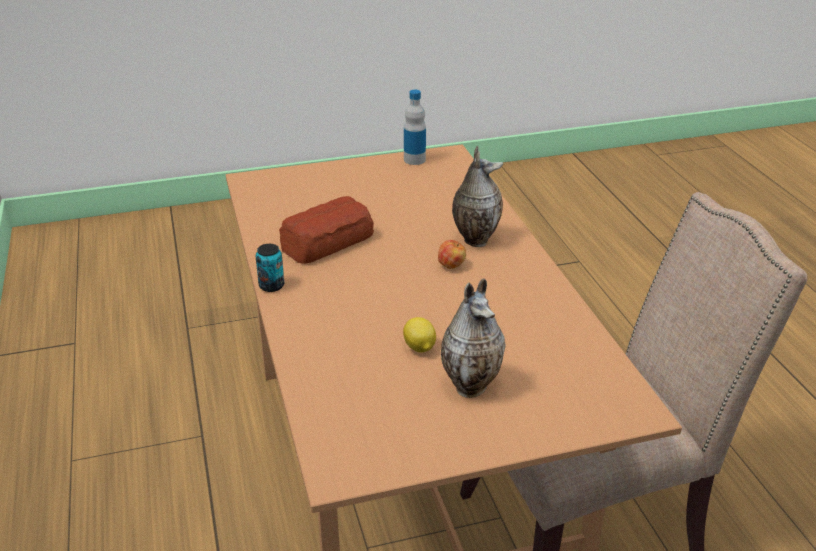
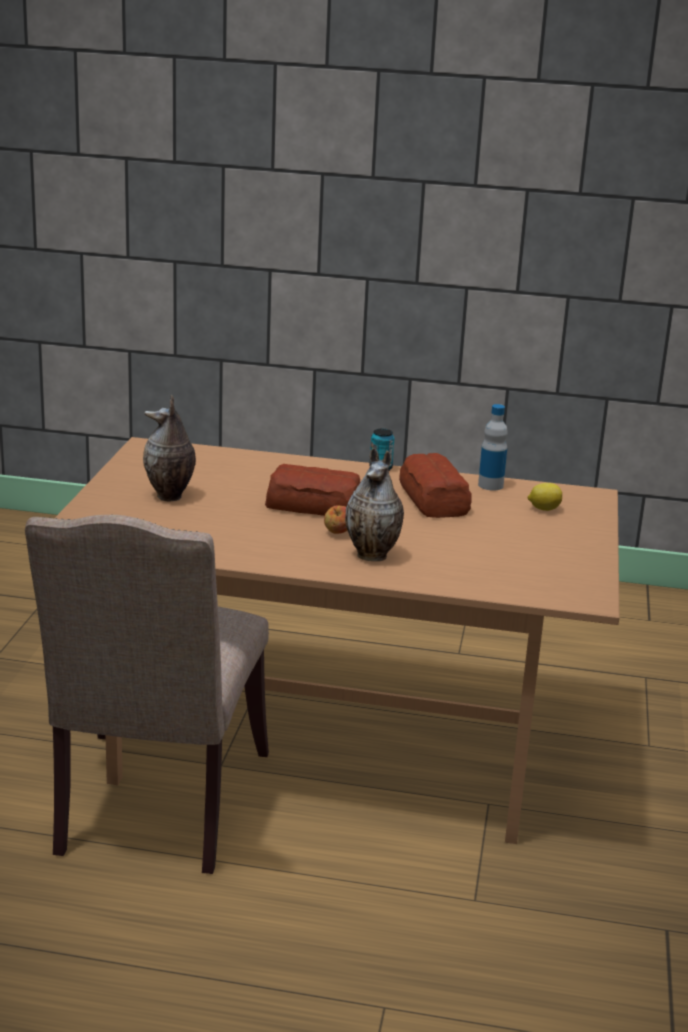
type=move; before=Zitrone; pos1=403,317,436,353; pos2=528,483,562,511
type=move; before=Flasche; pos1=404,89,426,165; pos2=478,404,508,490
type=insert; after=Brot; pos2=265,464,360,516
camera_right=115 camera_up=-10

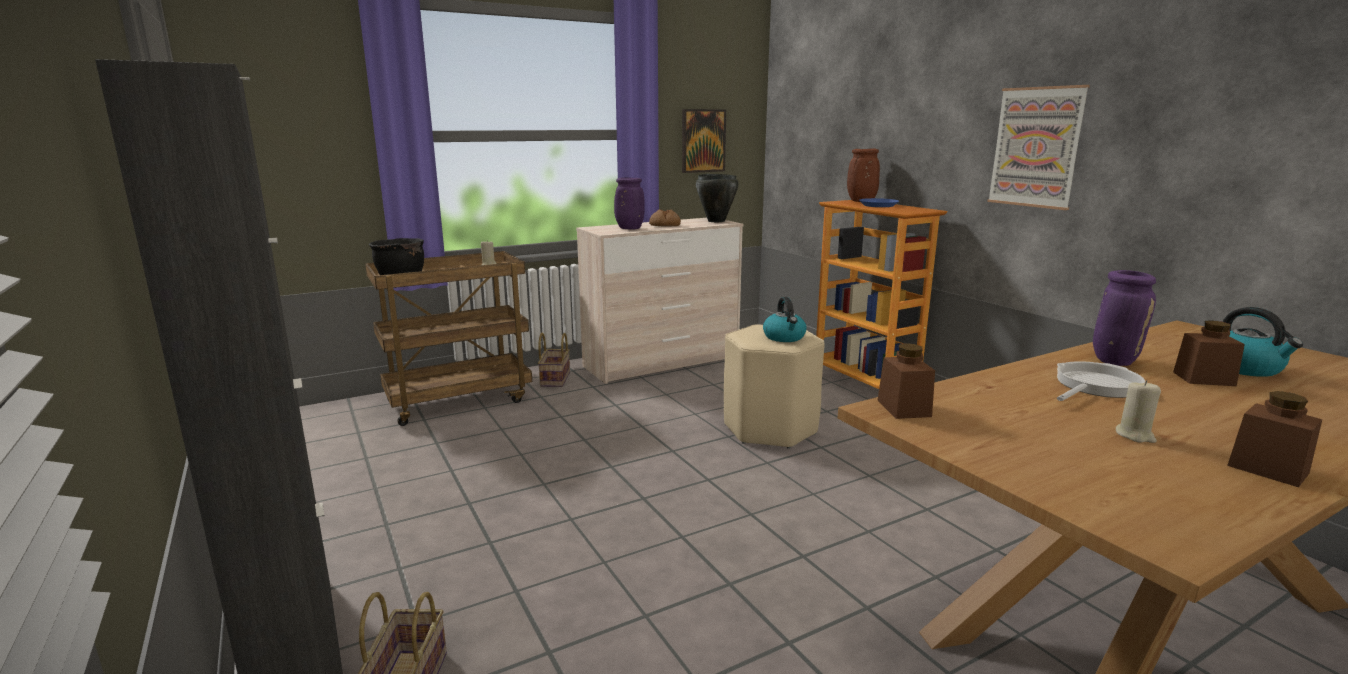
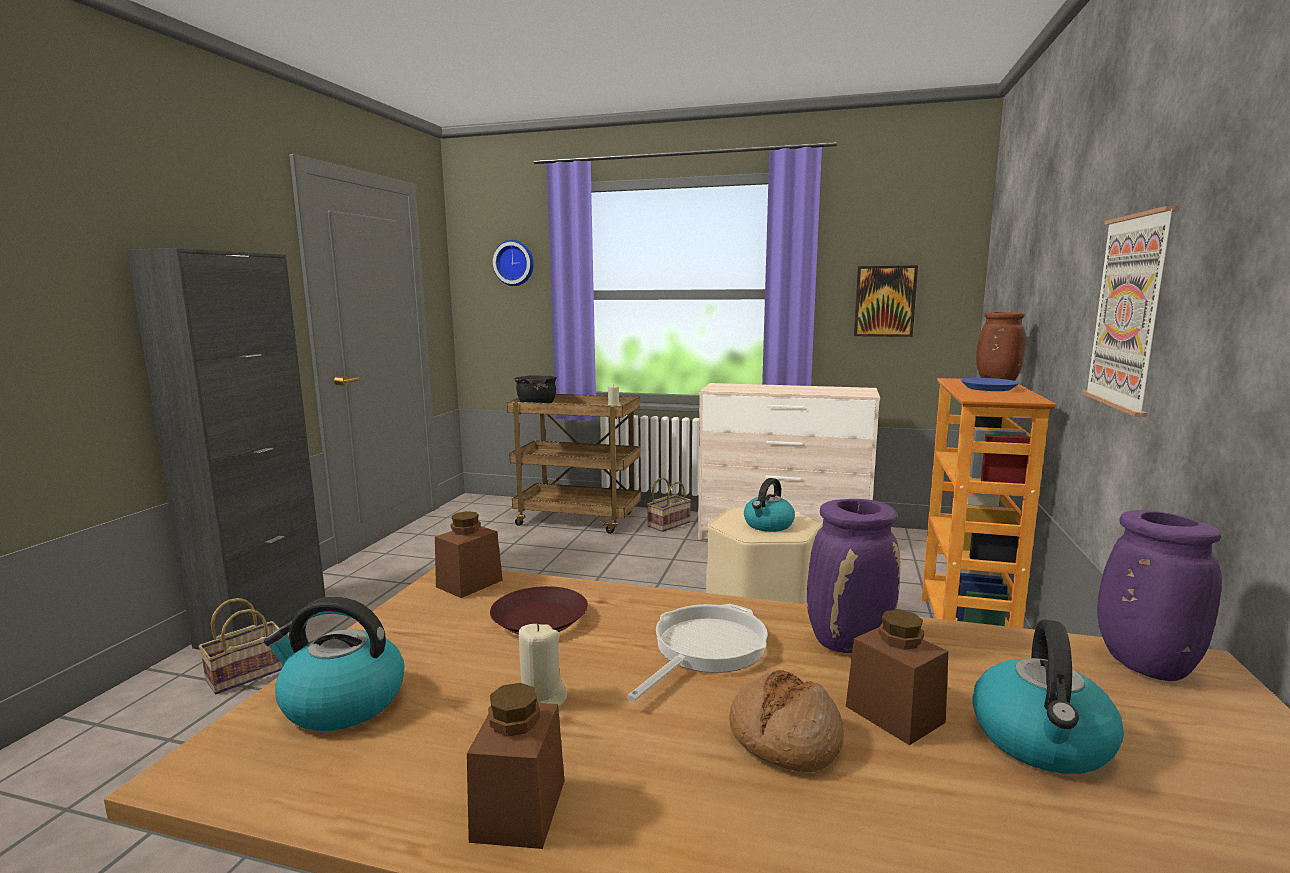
type=move; before=Vase (lila); pos1=614,178,645,230; pos2=1097,510,1222,681
type=move; before=Brot; pos1=649,209,681,226; pos2=730,670,844,772
type=delete; before=Kochtopf (schwarz); pos1=696,174,739,222
type=rotate; before=Pfanne; pos1=1057,361,1145,401; pos2=627,604,768,702; turn=-60
type=insert; after=Wasserkessel; pos2=264,597,404,731
type=insert; after=Teller (braun); pos2=490,586,588,634
type=insert; after=Wanduhr; pos2=493,240,534,286
camera_right=45 camera_up=-5

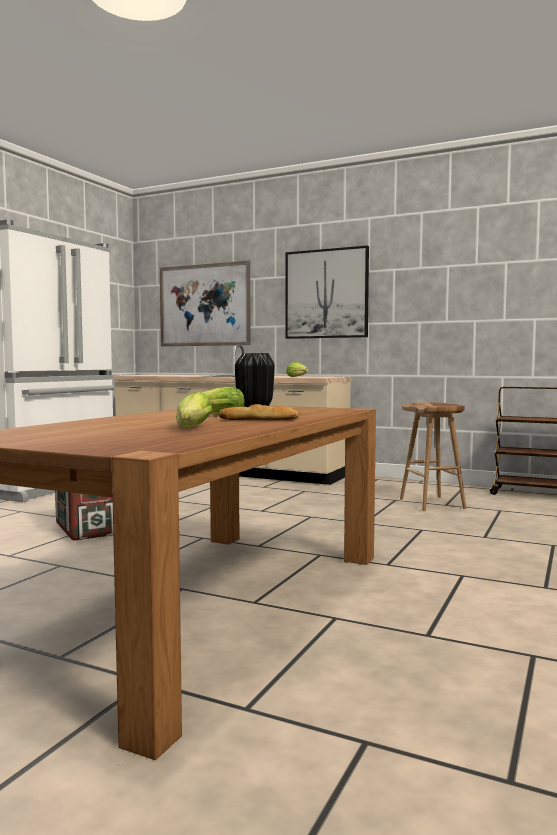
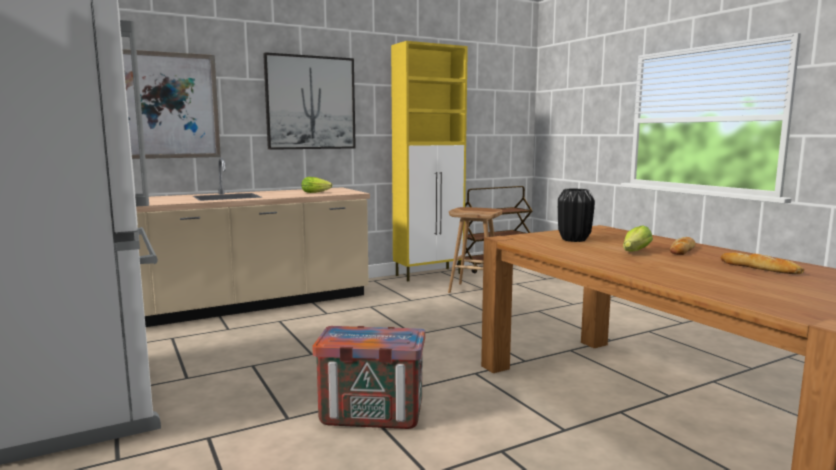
type=replace; before=Salatkopf; after=Brot; pos1=176,392,212,428; pos2=720,253,804,274
type=insert; after=Schrank (gelb); pos2=391,41,468,281
camera_right=-55 camera_up=5

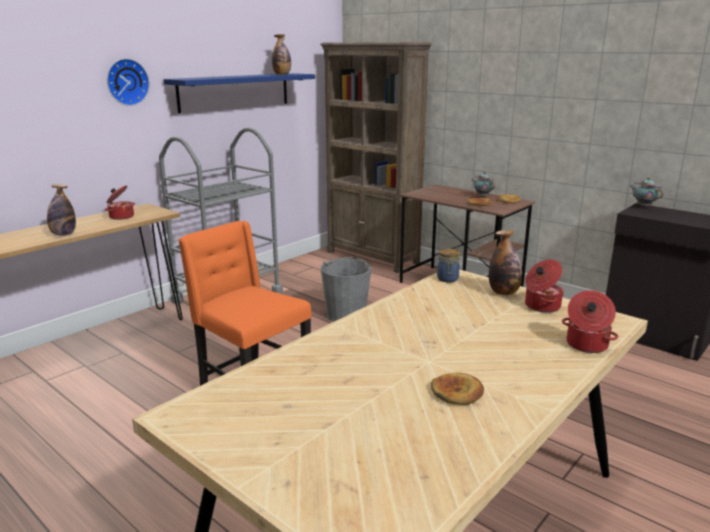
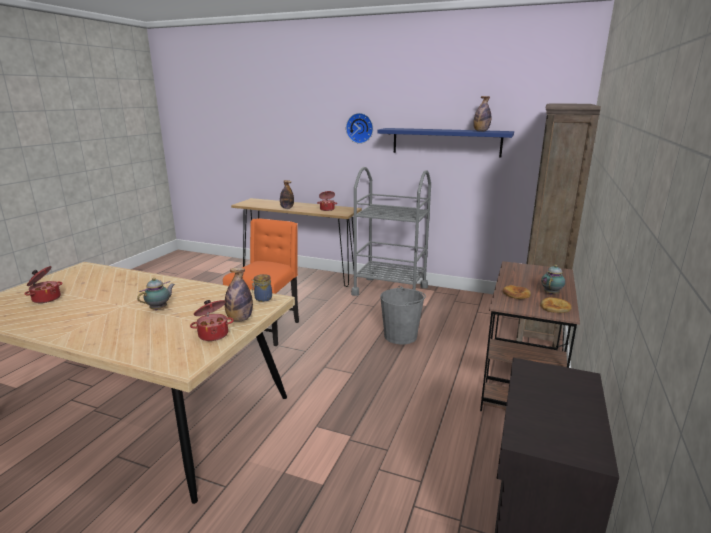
type=delete; before=Brot; pos1=431,373,484,405
type=move; before=Kochtopf; pos1=562,290,618,353; pos2=24,266,63,303
type=move; before=Teekanne; pos1=630,177,663,208; pos2=137,278,175,310
camera_right=70 camera_up=0

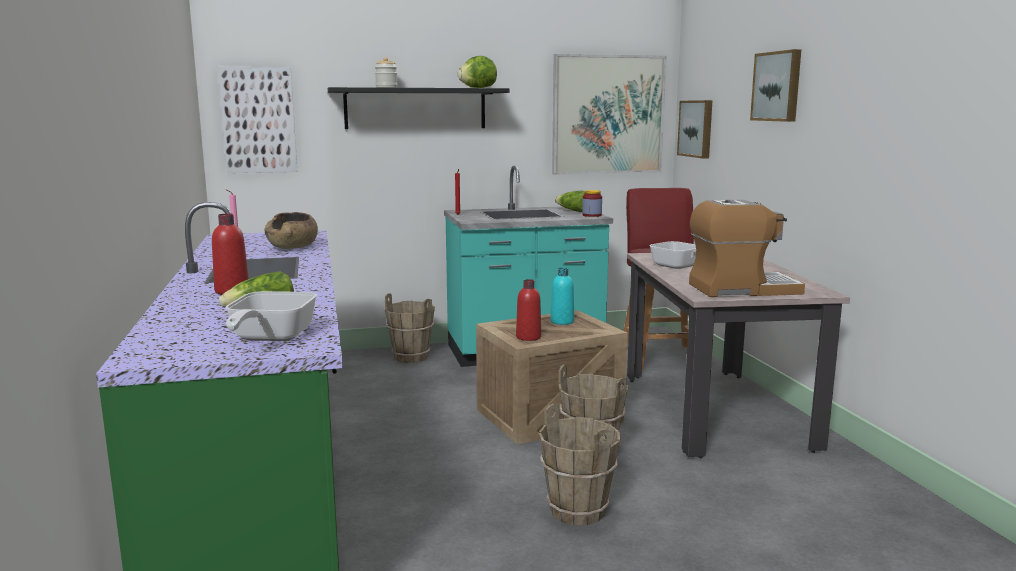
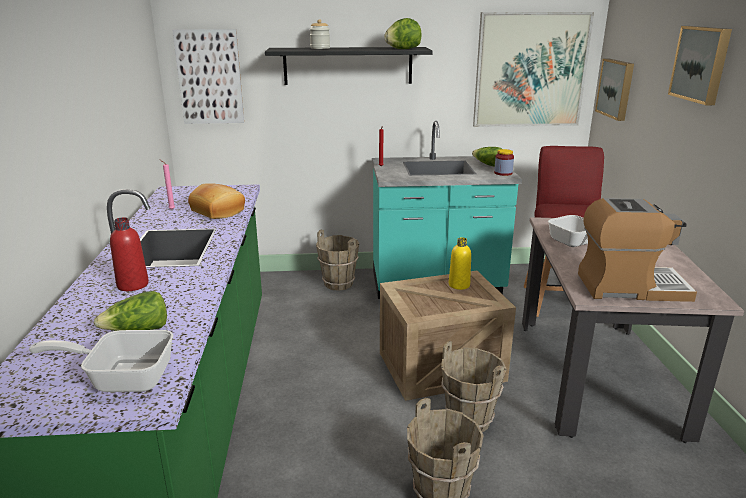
type=rotate; before=Pfanne; pos1=225,291,317,341; pos2=29,330,173,392; turn=75
type=replace; before=Schüssel (braun); after=Brot; pos1=265,212,318,249; pos2=188,183,245,219
type=delete; before=Flasche (rot); pos1=516,279,541,341
type=recolor; before=Flasche (türkis); after=Flasche (gelb); pos1=551,267,574,325; pos2=449,237,471,290
camera_right=10 camera_up=10

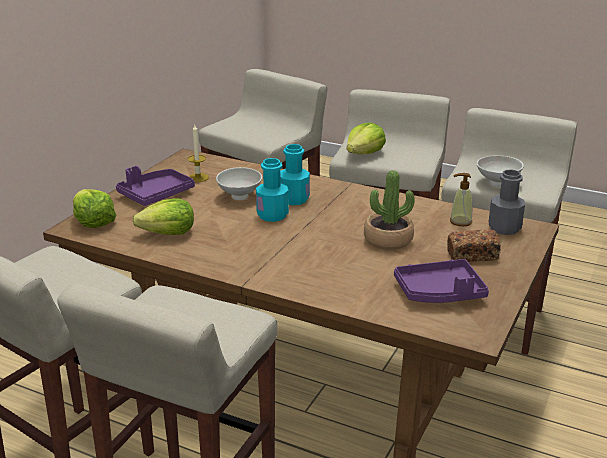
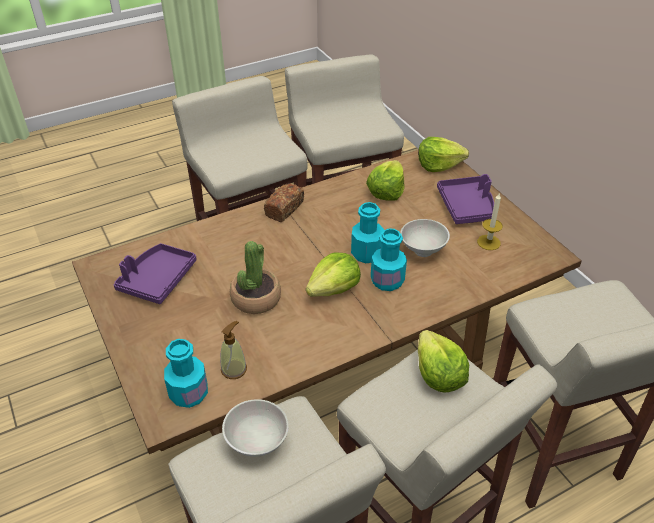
type=move; before=Brot; pos1=447,229,501,262; pos2=264,183,304,222
type=recolor; before=Flasche (grau); after=Flasche (türkis); pos1=489,169,525,235; pos2=164,339,208,408
type=insert; after=Salatkopf; pos2=306,252,361,297
camera_right=125 camera_up=15

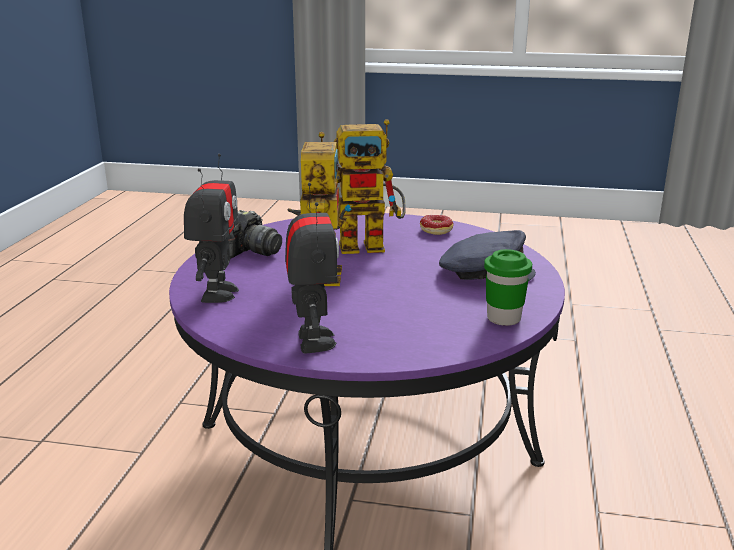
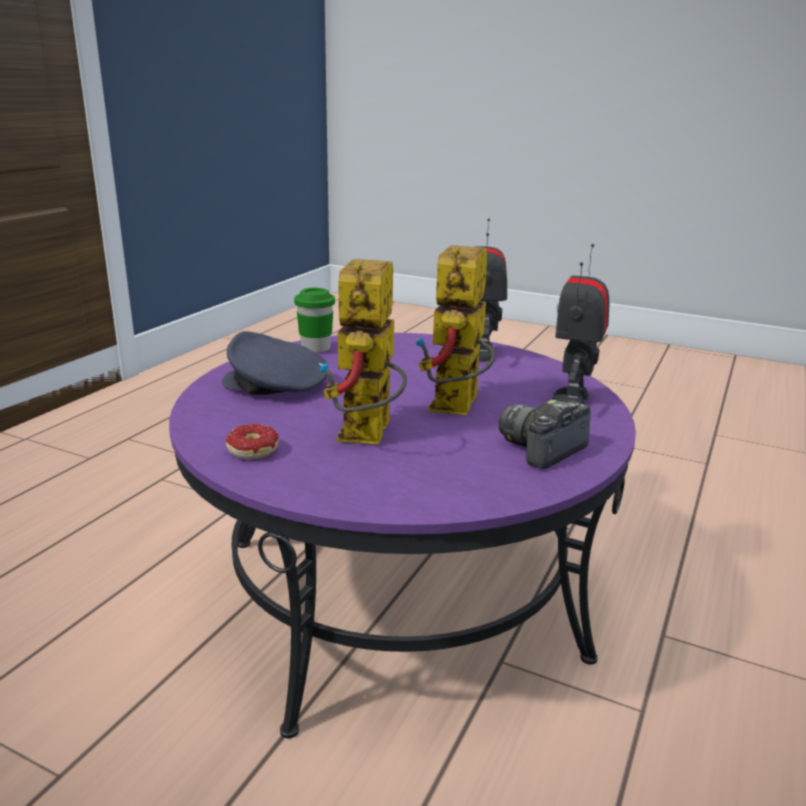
type=rotate; before=Spielzeugroboter; pos1=334,119,406,254; pos2=319,259,407,444; turn=-90
camera_right=-165 camera_up=0

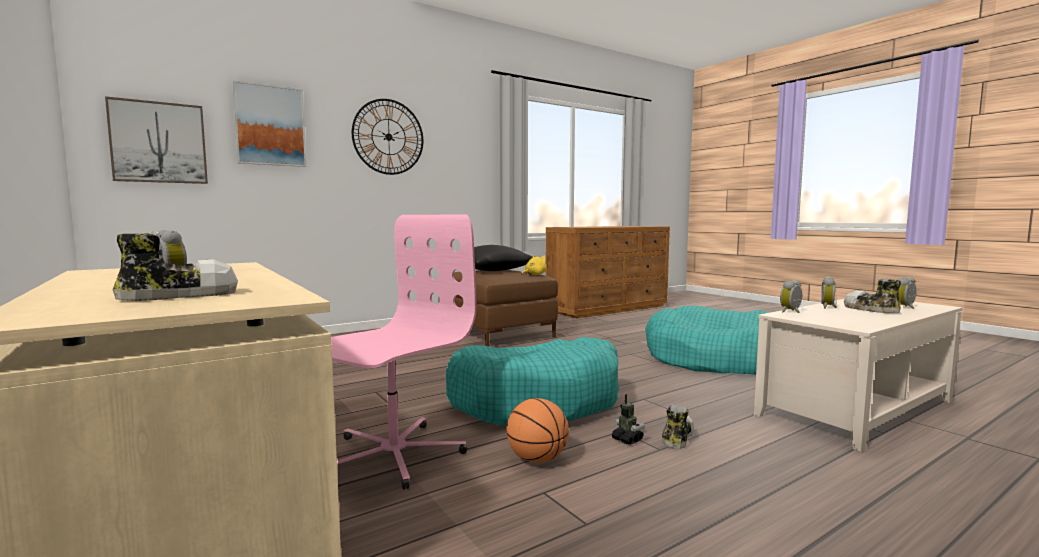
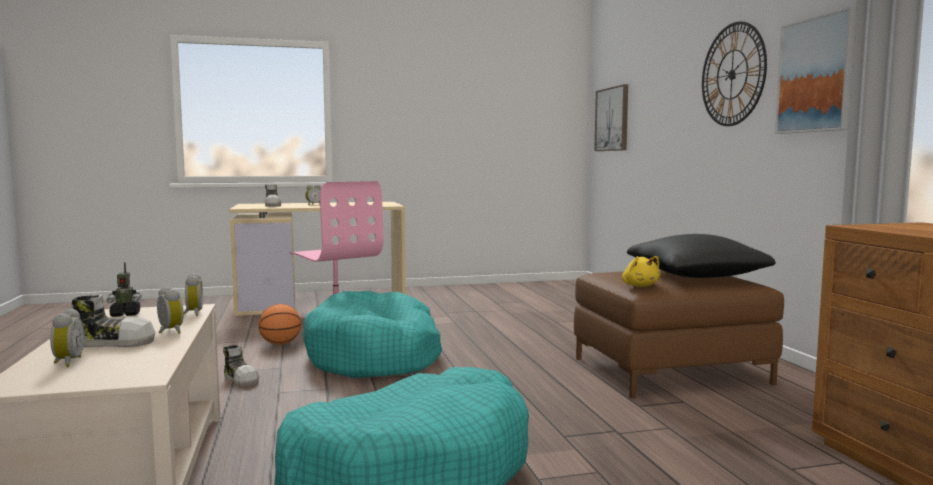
type=move; before=Bild; pos1=232,80,307,167; pos2=775,7,856,134
type=move; before=Spielzeugroboter; pos1=612,394,645,445; pos2=106,262,142,317
camera_right=110 camera_up=0

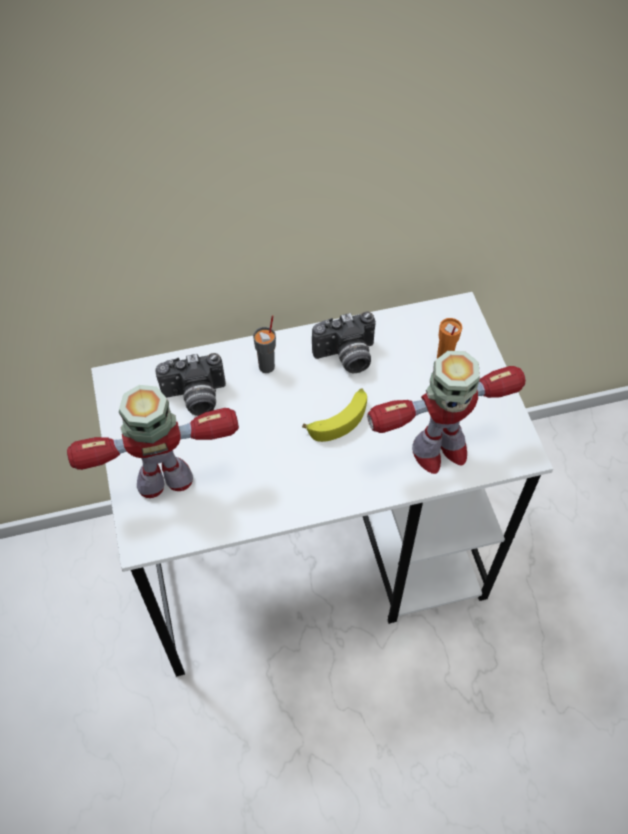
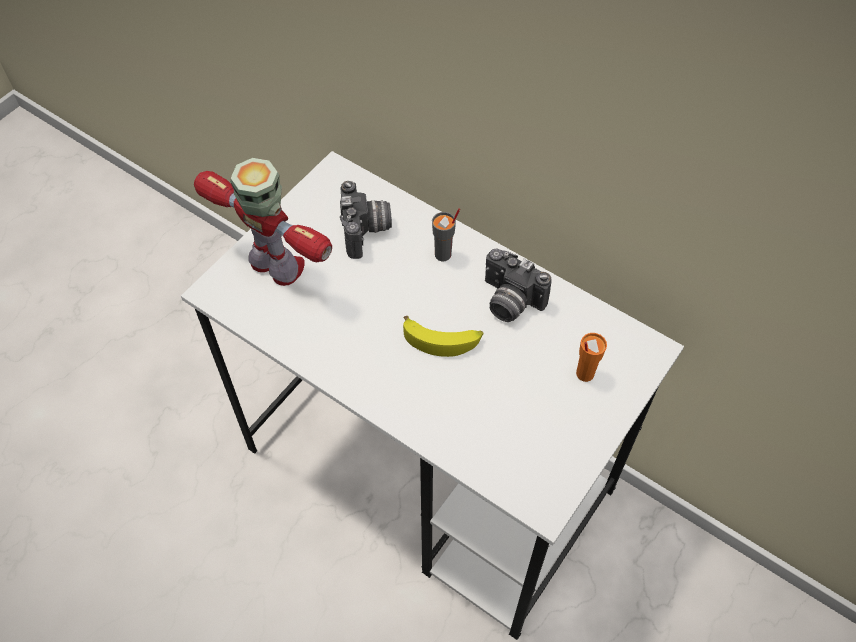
type=rotate; before=Kamera; pos1=156,353,226,416; pos2=340,181,392,259; turn=-135
type=delete; before=Spielzeugroboter; pos1=367,351,526,474
camera_right=50 camera_up=0

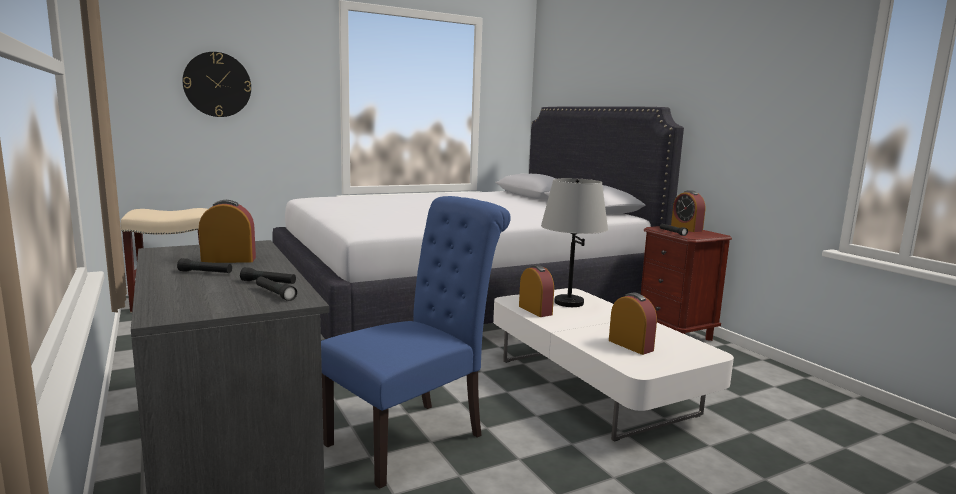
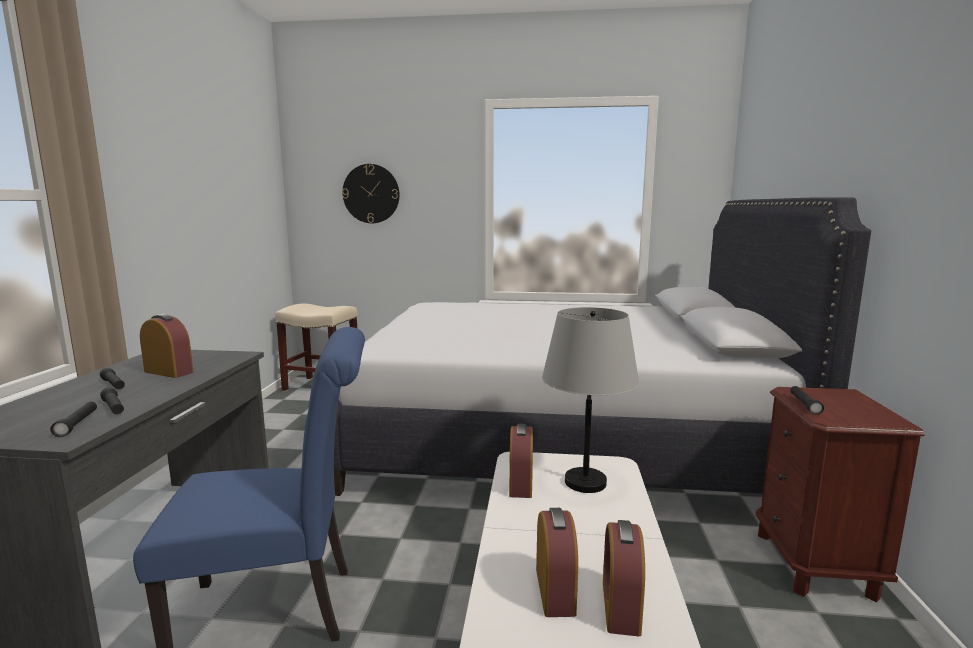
type=move; before=Wecker; pos1=671,190,705,232; pos2=603,520,645,636
camera_right=35 camera_up=0

